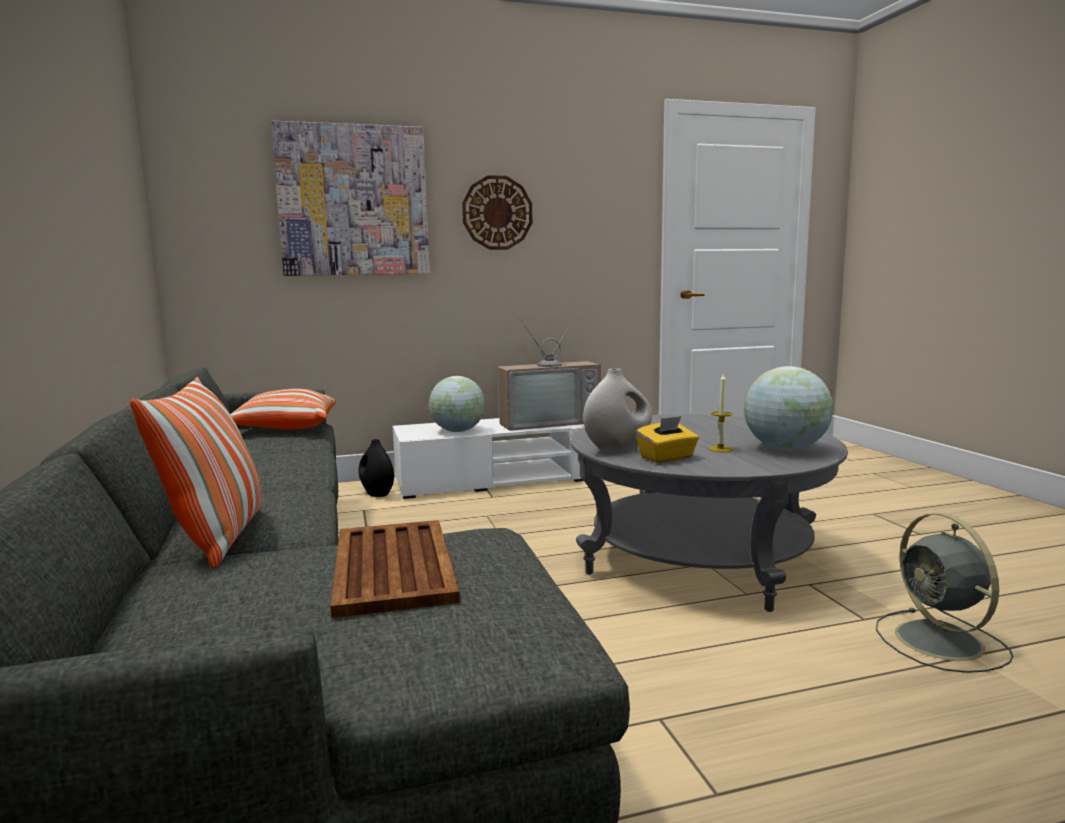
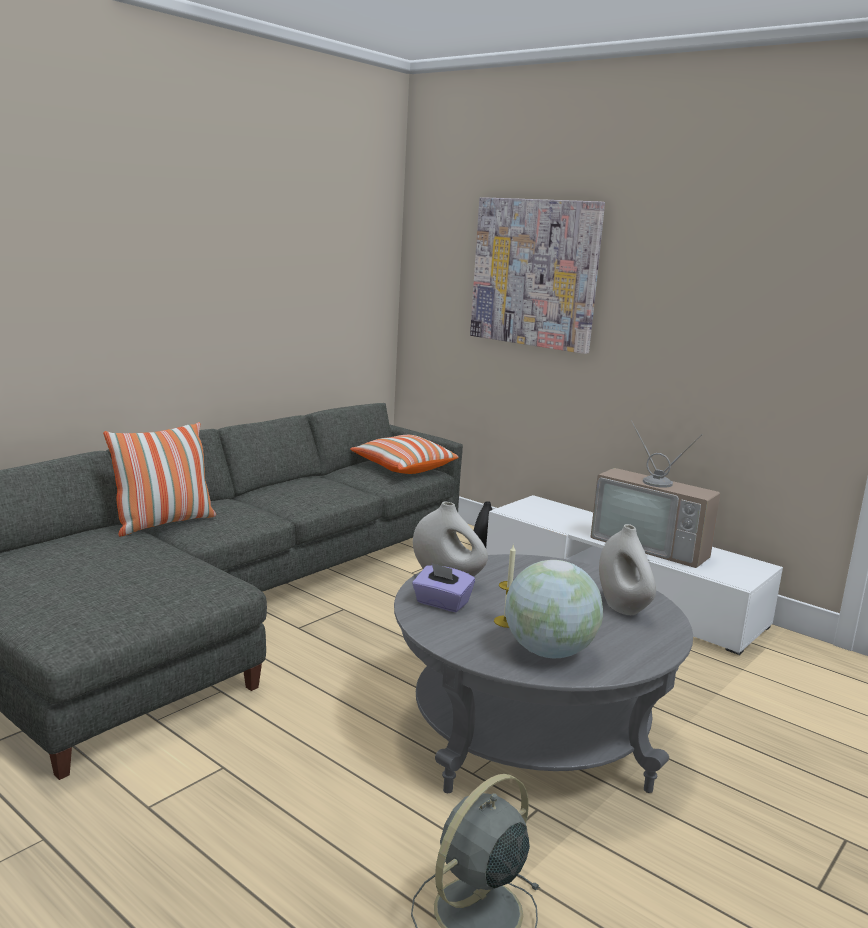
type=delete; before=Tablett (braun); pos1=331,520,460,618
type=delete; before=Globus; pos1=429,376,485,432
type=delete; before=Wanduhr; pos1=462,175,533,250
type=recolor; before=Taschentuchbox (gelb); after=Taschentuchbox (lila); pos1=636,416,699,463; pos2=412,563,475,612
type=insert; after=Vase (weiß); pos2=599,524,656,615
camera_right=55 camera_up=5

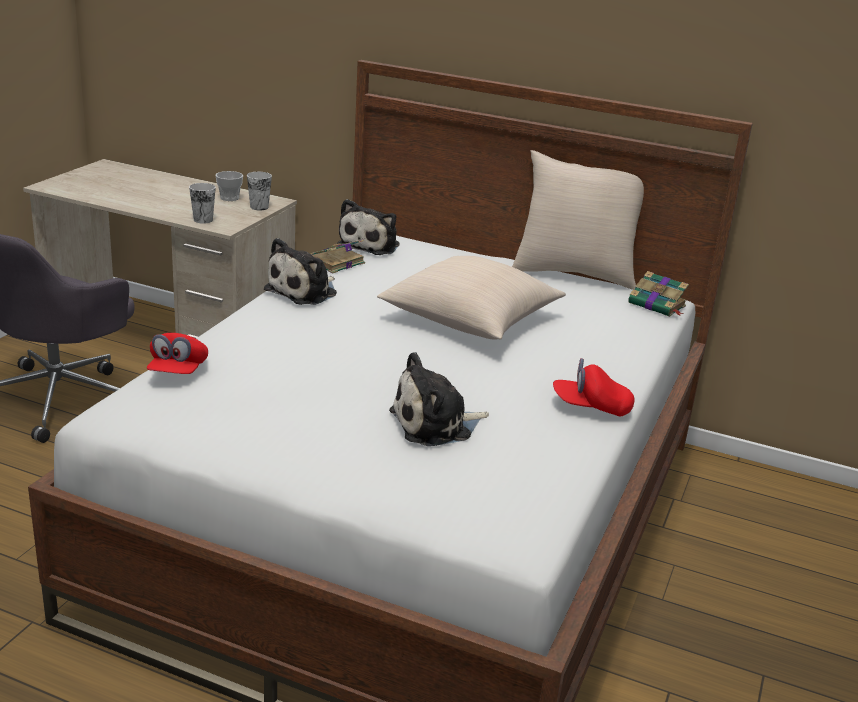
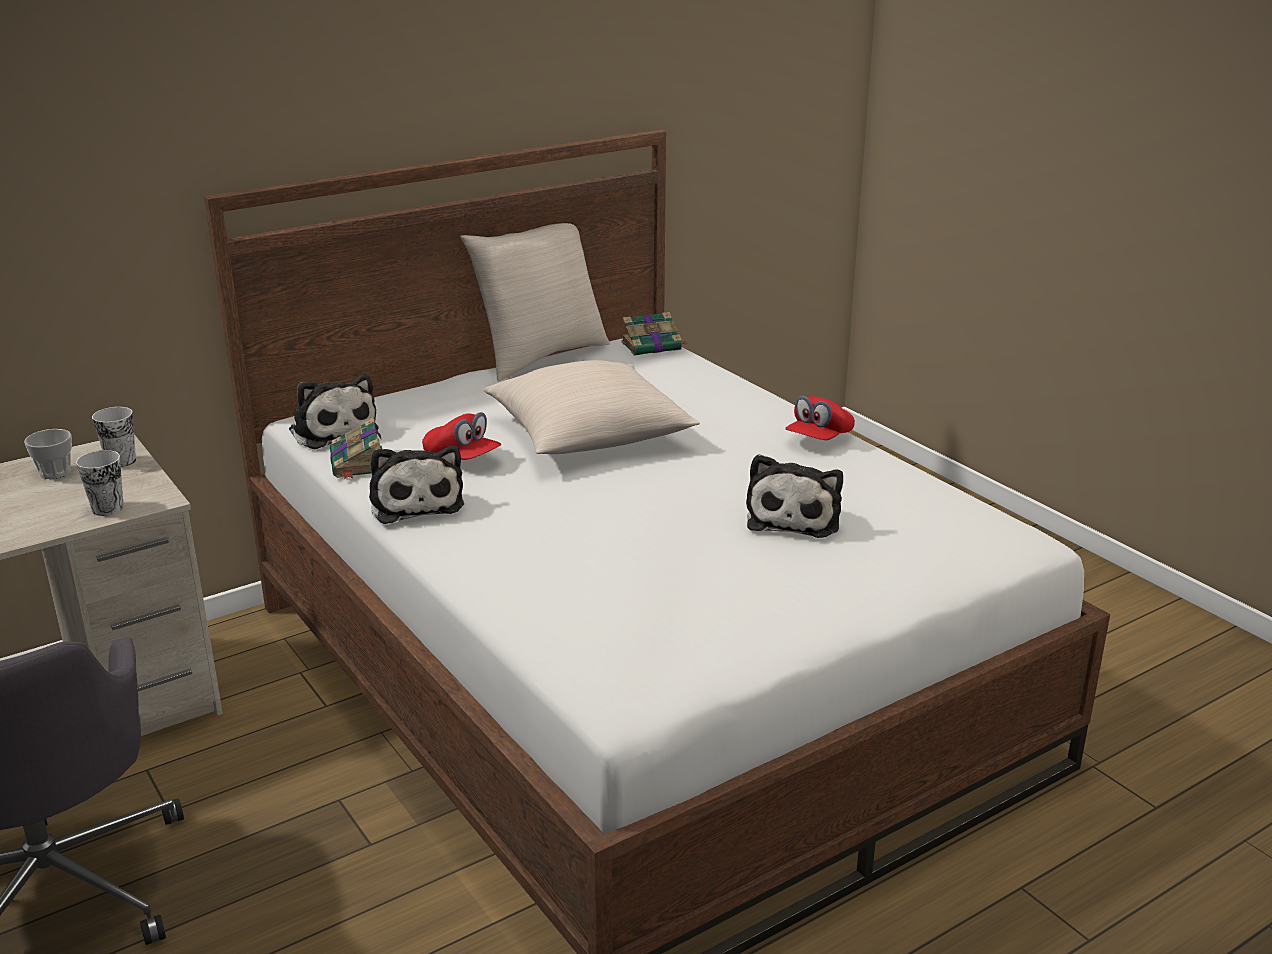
type=move; before=Kappe (rot); pos1=147,333,208,374; pos2=422,412,501,460
camera_right=-55 camera_up=0

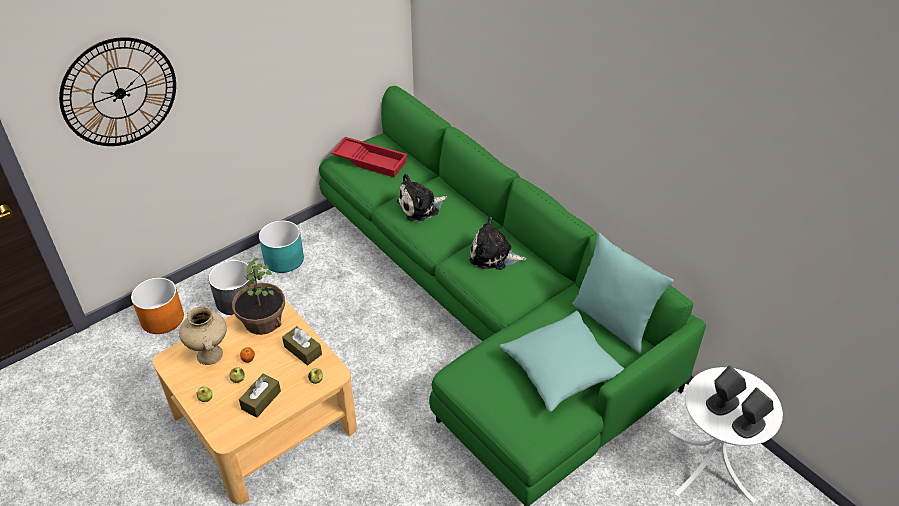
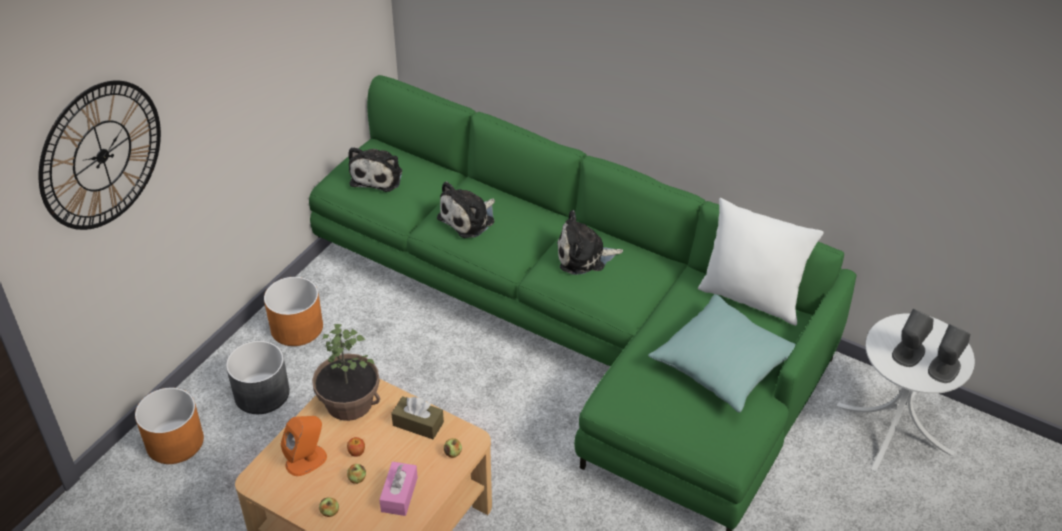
type=replace; before=Vase (beige); after=Lautsprecher (orange); pos1=179,306,227,365; pos2=281,416,327,476
type=recolor; before=Taschentuchbox (braun); after=Taschentuchbox (rosa); pos1=239,373,281,418; pos2=379,462,418,516
type=recolor; before=Pflanzkübel (türkis); after=Pflanzkübel (orange); pos1=259,220,304,273; pos2=264,277,323,346
type=replace; before=Tablett (rot); after=Plüschtier; pos1=331,137,408,177; pos2=348,147,402,192
type=recolor; before=Kissen (türkis); after=Kissen (weiß); pos1=572,232,674,354; pos2=698,198,824,326
camera_right=-20 camera_up=0

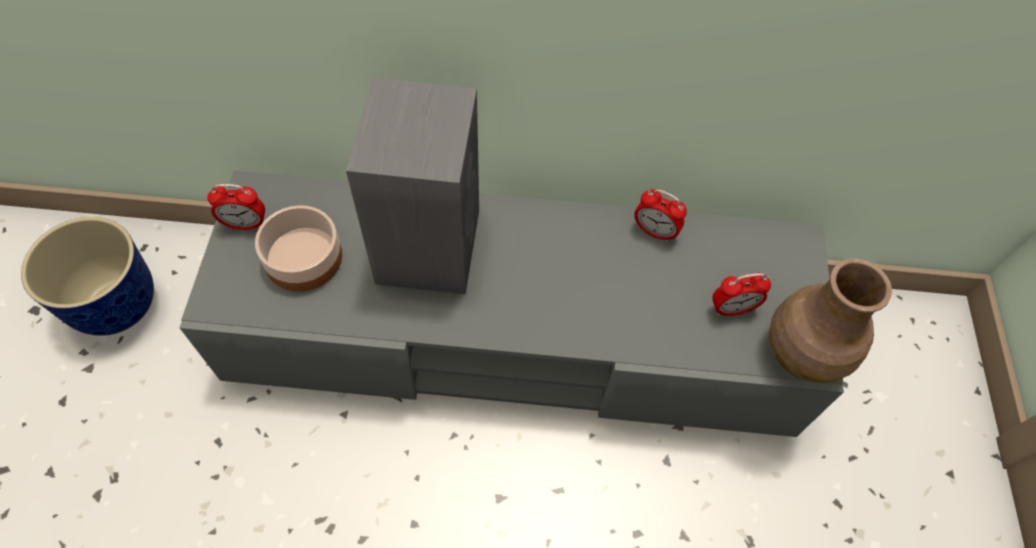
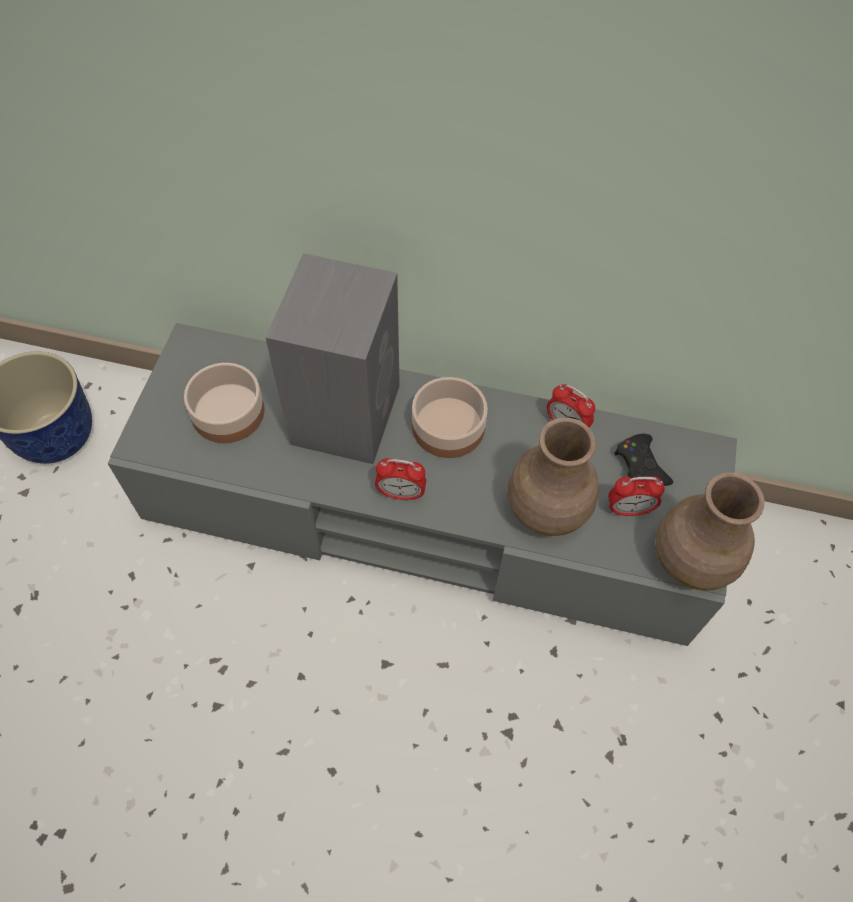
type=move; before=Wecker; pos1=207,184,265,230; pos2=375,458,426,500
type=insert; after=Schüssel; pos2=412,377,488,458
type=insert; after=Vase (braun); pos2=507,418,599,536
type=insert; after=Gamepad (schwarz); pos2=614,434,673,486
camera_right=10 camera_up=0

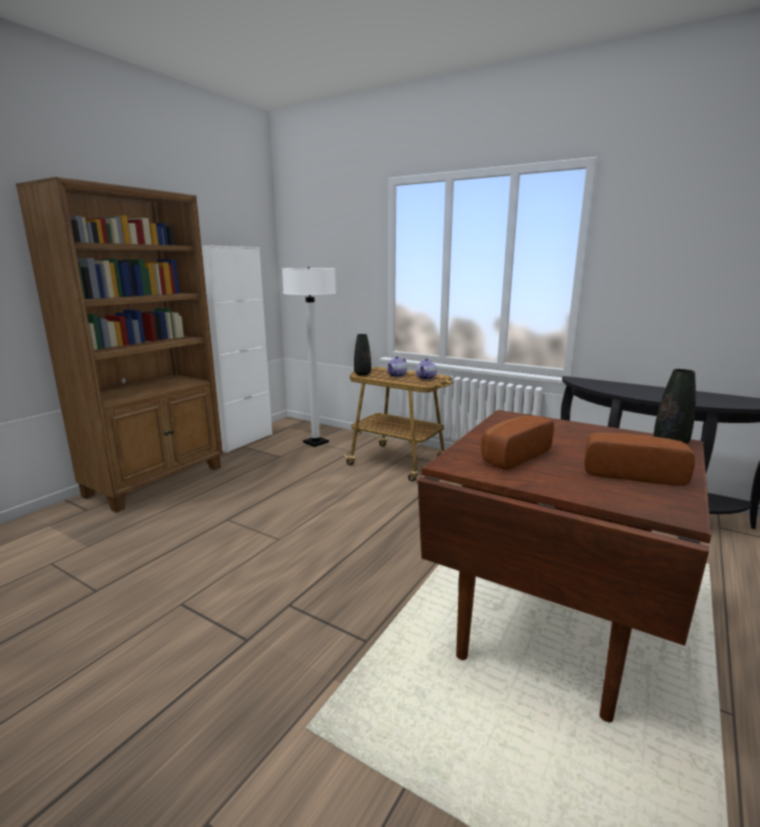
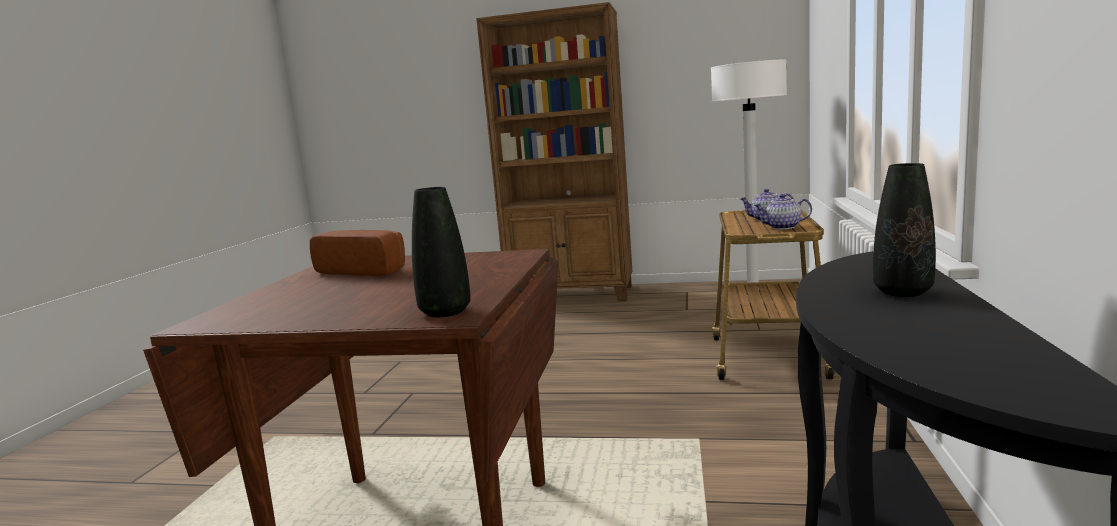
type=delete; before=Schrank (weiß); pos1=202,245,272,453
type=move; before=Vase (schwarz); pos1=354,334,371,376; pos2=873,163,936,297
type=delete; before=Brot; pos1=585,433,695,486
camera_right=70 camera_up=-5

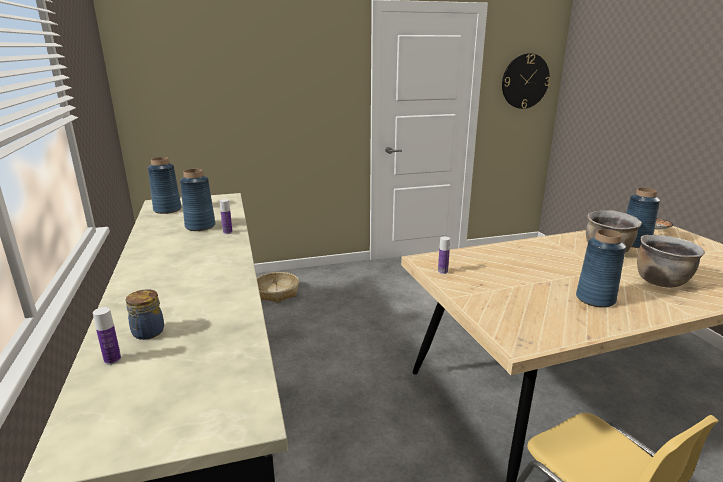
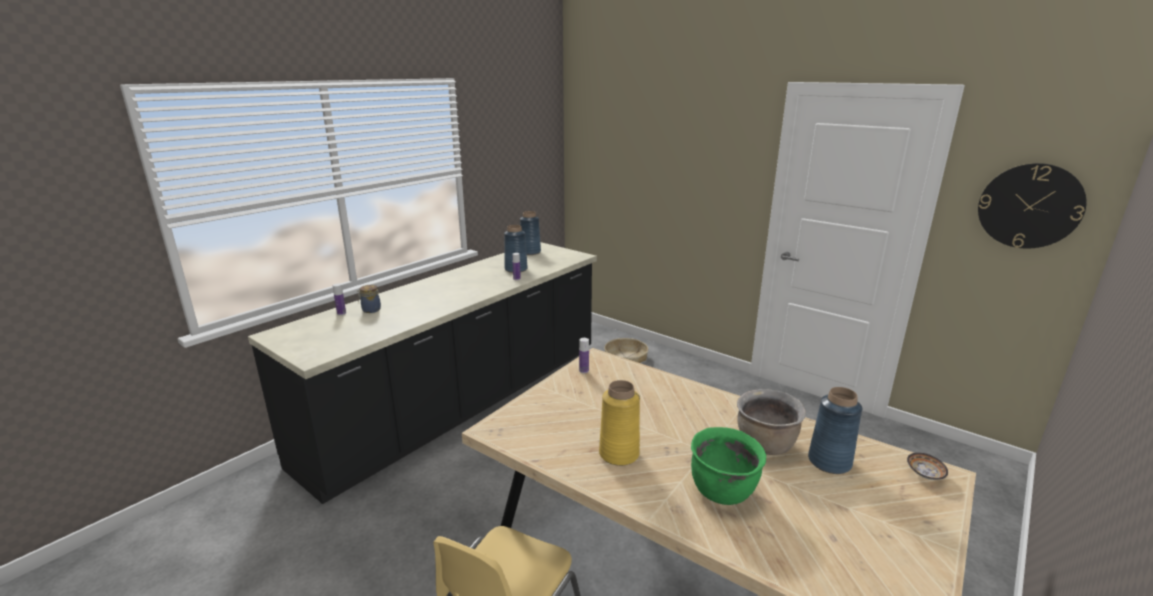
type=recolor; before=Vase (blau); after=Vase (gelb); pos1=576,229,626,308; pos2=599,380,640,466
type=recolor; before=Kochtopf (braun); after=Kochtopf (grün); pos1=637,235,705,287; pos2=691,427,766,505
camera_right=55 camera_up=0

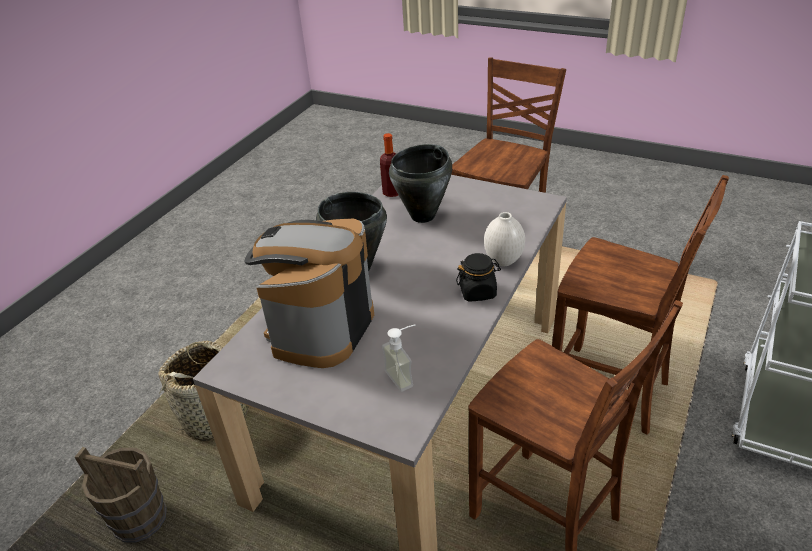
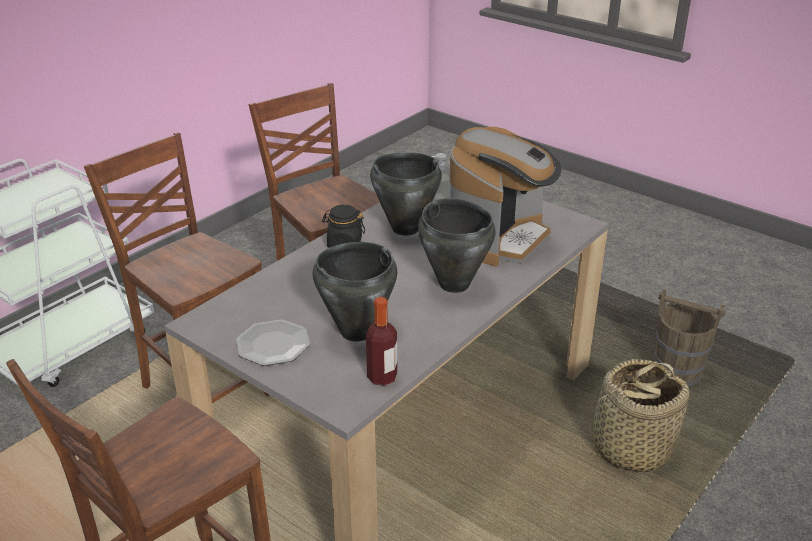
type=delete; before=Vase (weiß); pos1=484,212,525,266
type=insert; after=Teller; pos2=236,319,310,366
type=insert; after=Kochtopf (schwarz); pos2=370,152,442,236
camera_right=-170 camera_up=-5

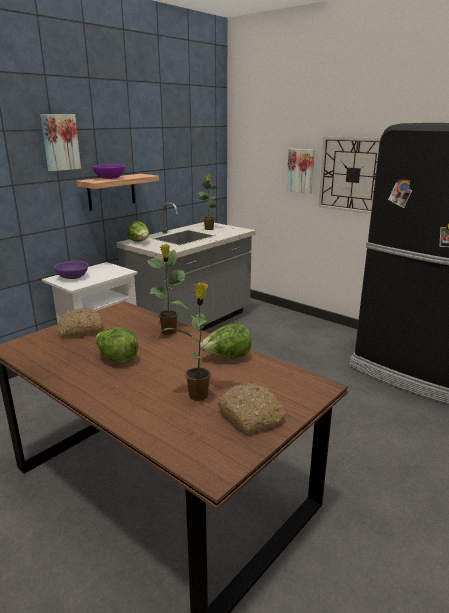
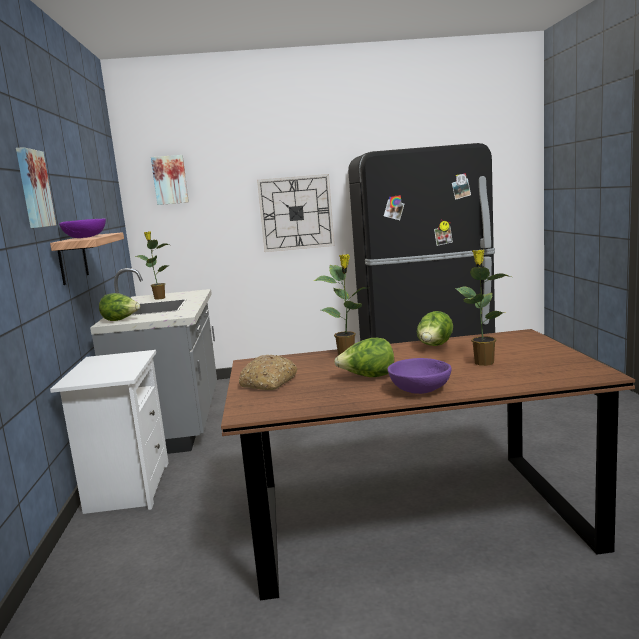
type=move; before=Schüssel (lila); pos1=54,261,88,279; pos2=388,358,452,394
type=delete; before=Brot; pos1=218,383,286,433
type=move; before=Bild; pos1=287,149,315,194; pos2=151,155,189,205
camera_right=-45 camera_up=-10

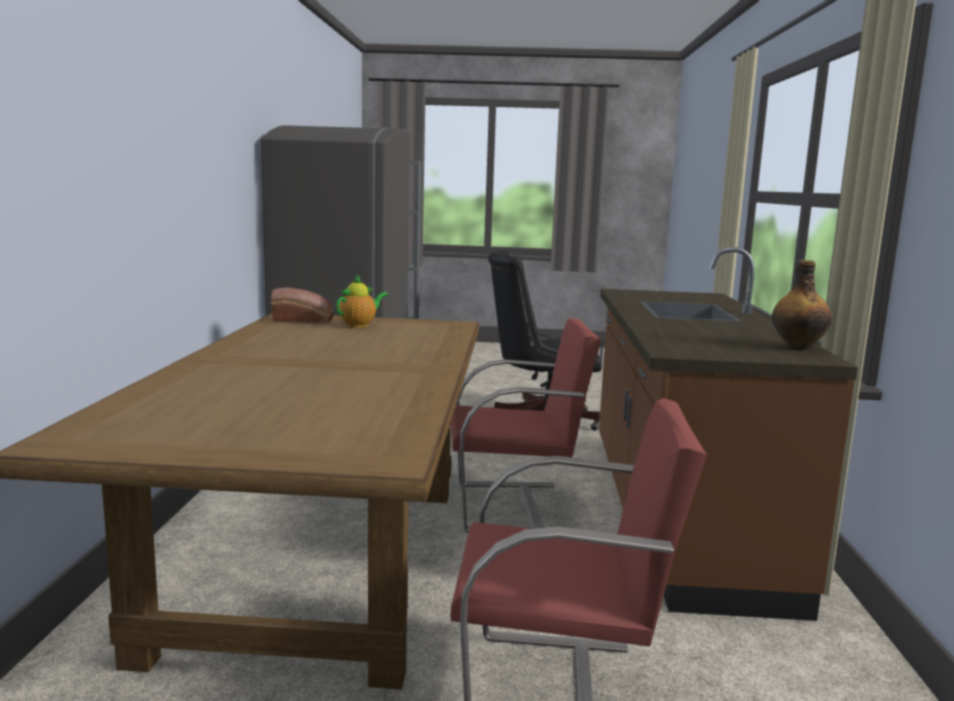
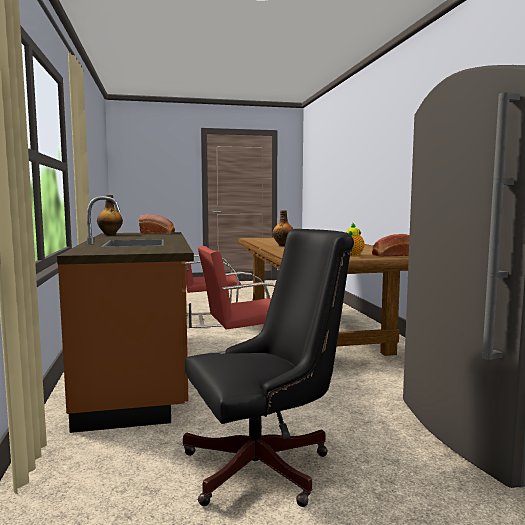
type=insert; after=Brot; pos2=139,214,175,234
type=insert; after=Flasche; pos2=273,210,293,247
camera_right=165 camera_up=-5

